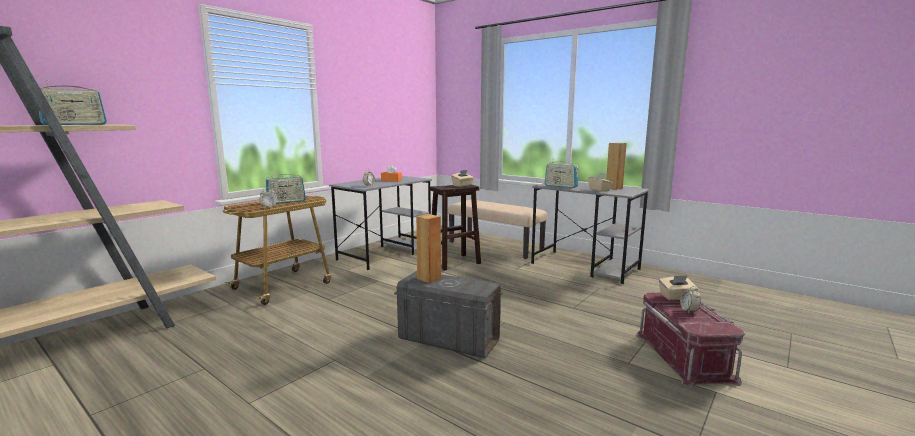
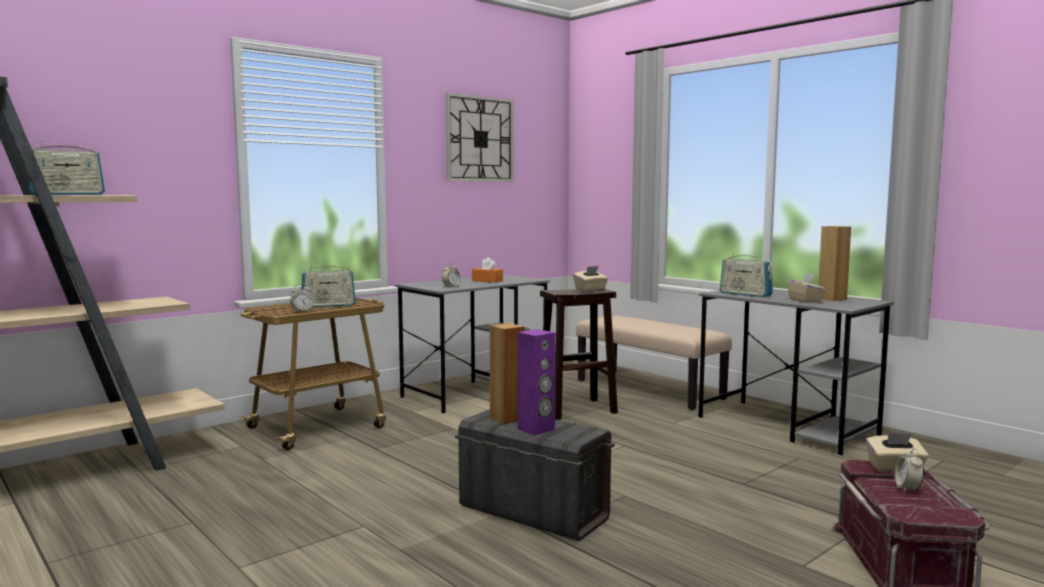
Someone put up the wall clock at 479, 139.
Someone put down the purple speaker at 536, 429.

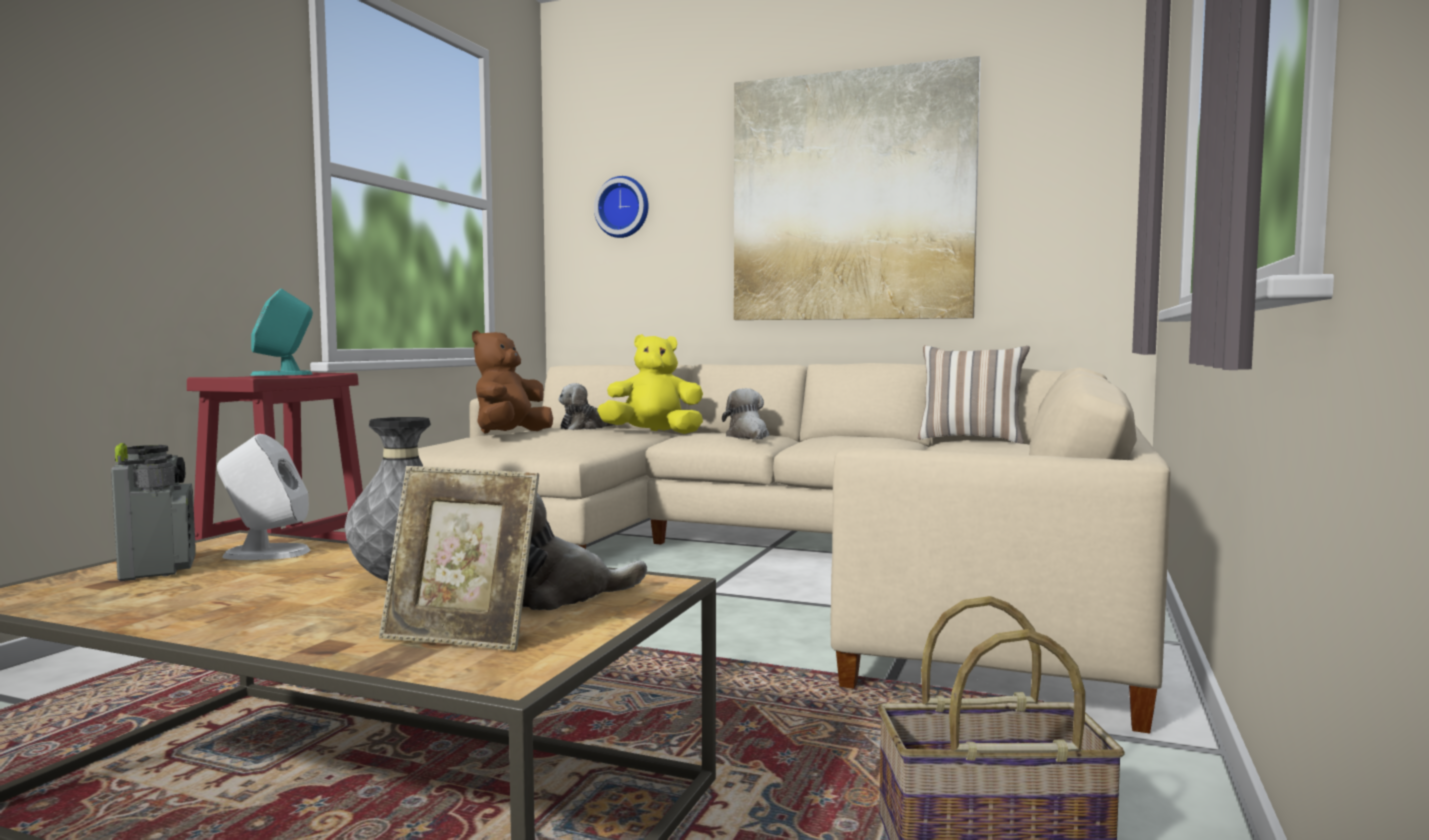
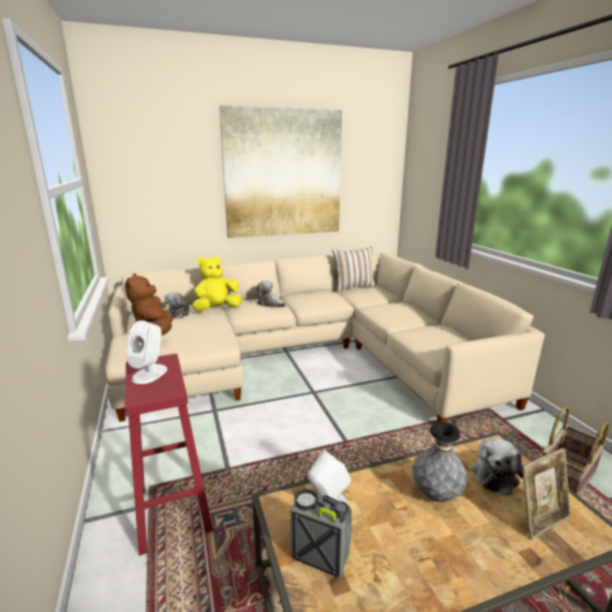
Someone repainted the turquoise speaker at 283, 374, which became the white speaker at 150, 373.
Someone took away the wall clock at 623, 207.

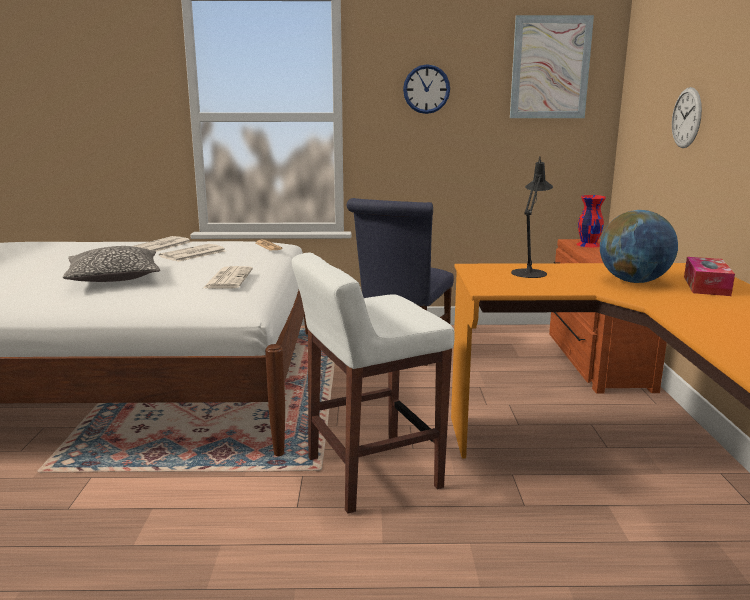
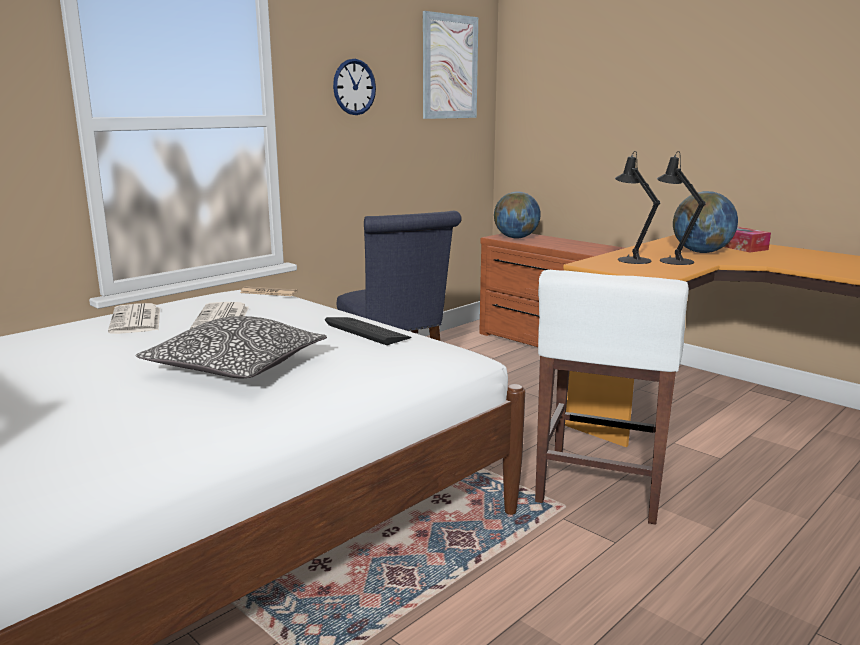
Someone swapped the newspaper at 228, 279 for the keyboard at 367, 331.
Someone swapped the red vase at 588, 244 for the globe at 516, 238.
Someone took away the wall clock at 686, 118.
Someone put down the black table lamp at 673, 260.

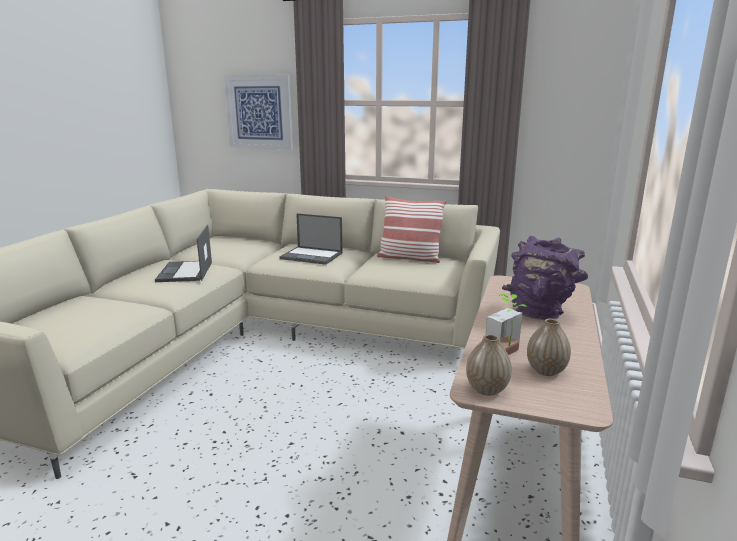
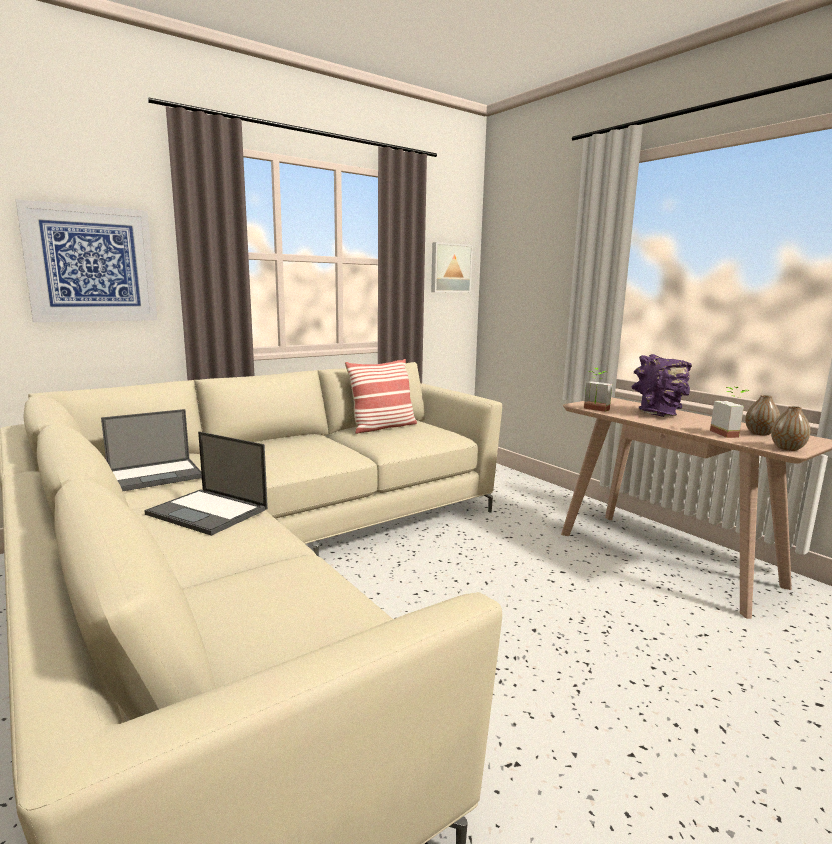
Someone carried the laptop from 312, 256 to 156, 475.
Someone put up the picture at 450, 268.
Someone put down the potted plant at 594, 410.

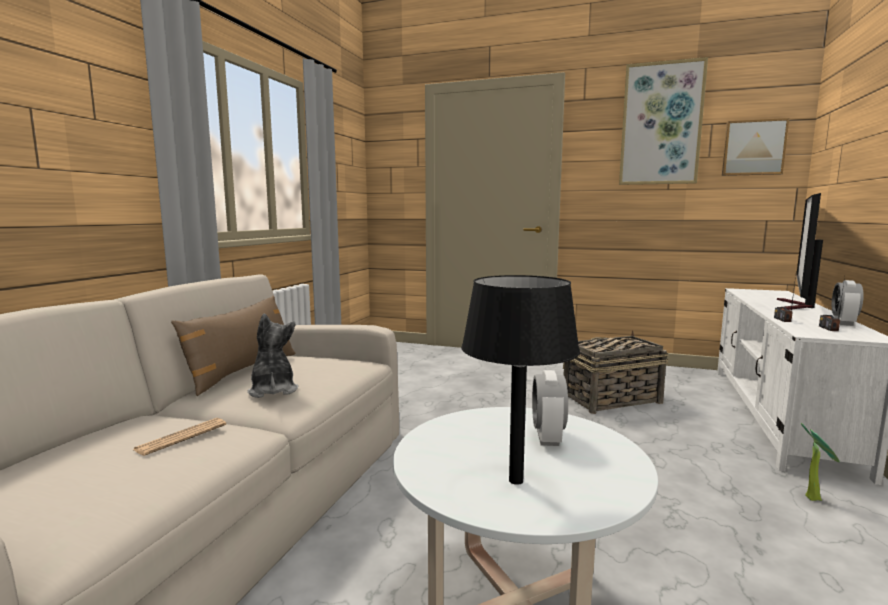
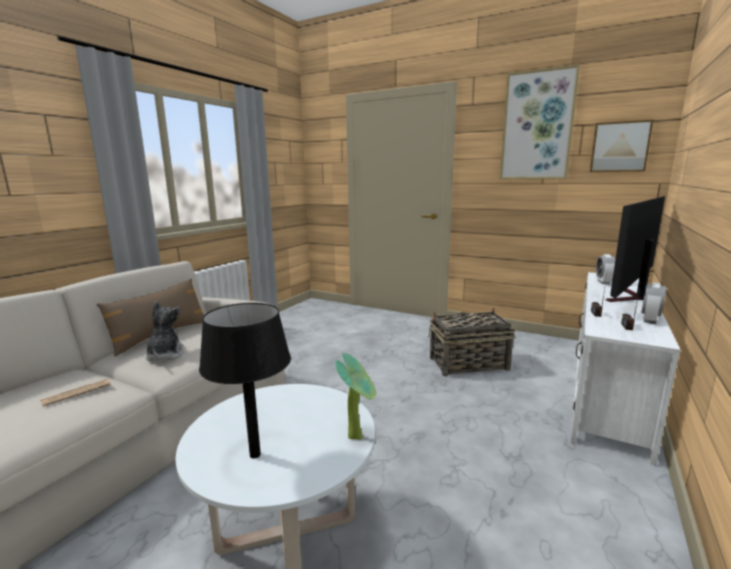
Someone carried the alarm clock from 547, 437 to 603, 282.
Someone carried the potted plant from 813, 497 to 357, 435.

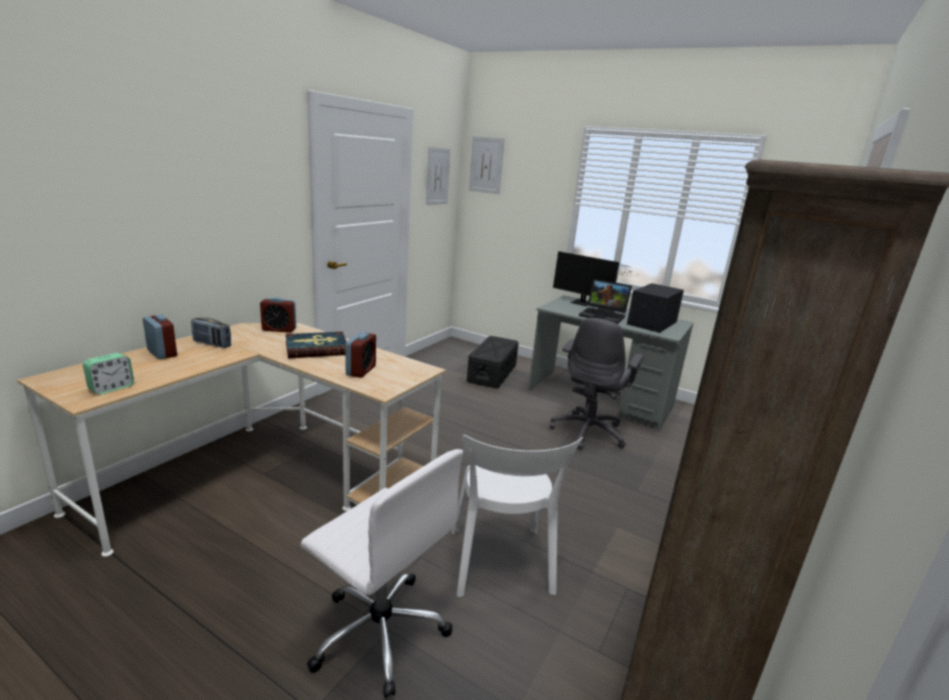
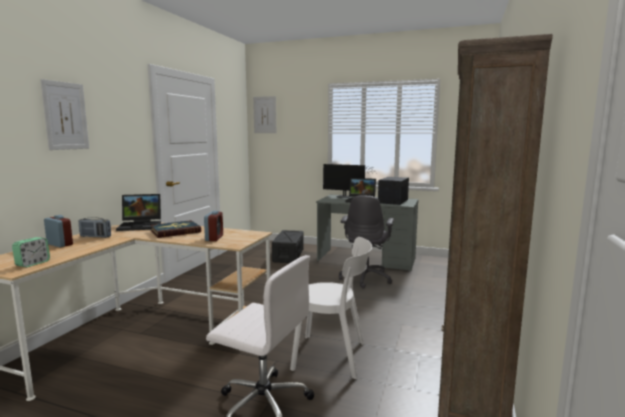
Someone swapped the alarm clock at 279, 329 for the laptop at 141, 225.
Someone carried the picture from 437, 176 to 65, 116.
Someone rotated the white chair at 501, 565 by 60 degrees counterclockwise.

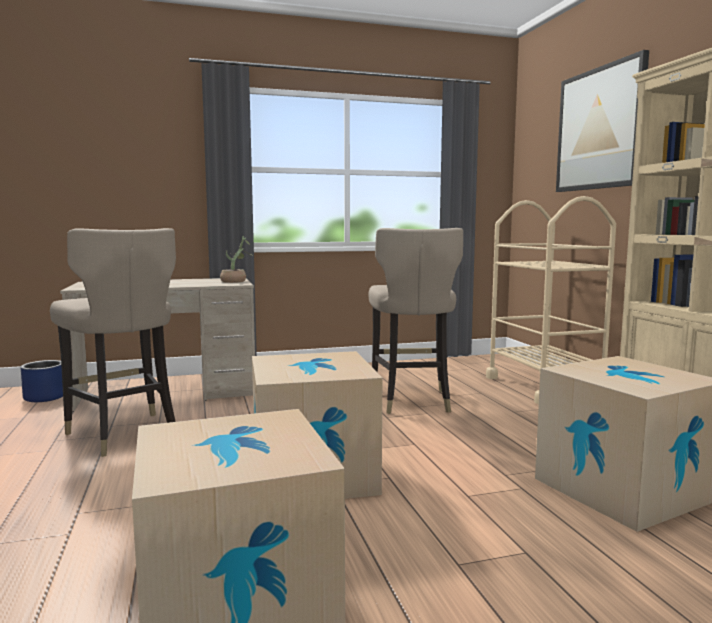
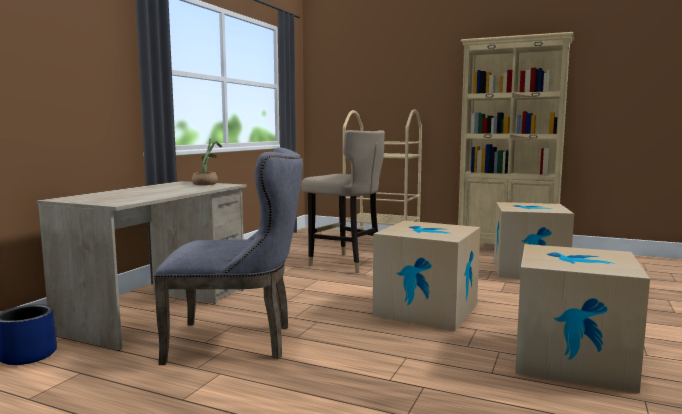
Someone swapped the beige stool at 124, 434 for the grey chair at 239, 341.
Someone took away the picture at 600, 129.

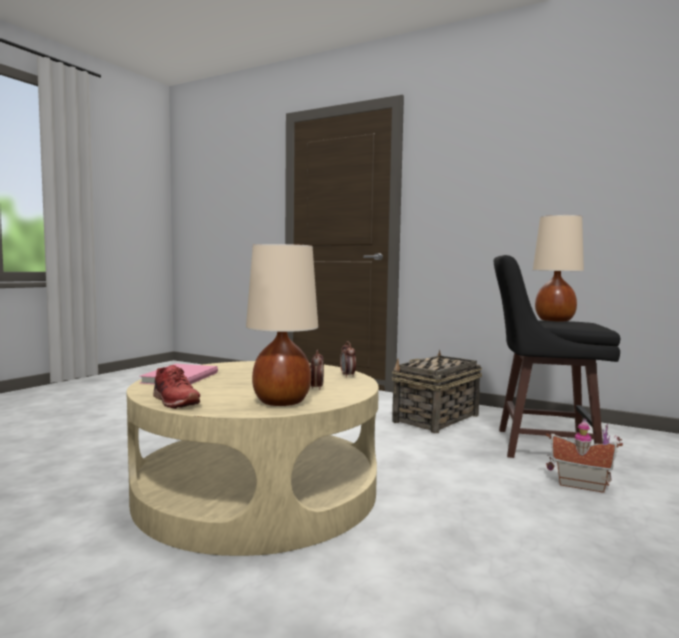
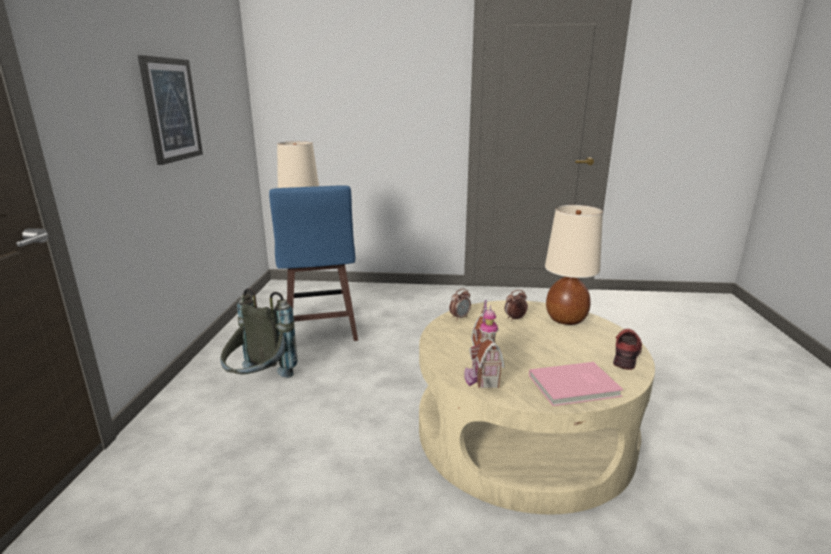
Someone swapped the basket at 435, 419 for the grey backpack at 260, 383.
Someone repainted the black stool at 542, 446, which became the blue stool at 320, 330.
Someone carried the toy house from 580, 483 to 480, 376.
Someone put up the picture at 171, 110.

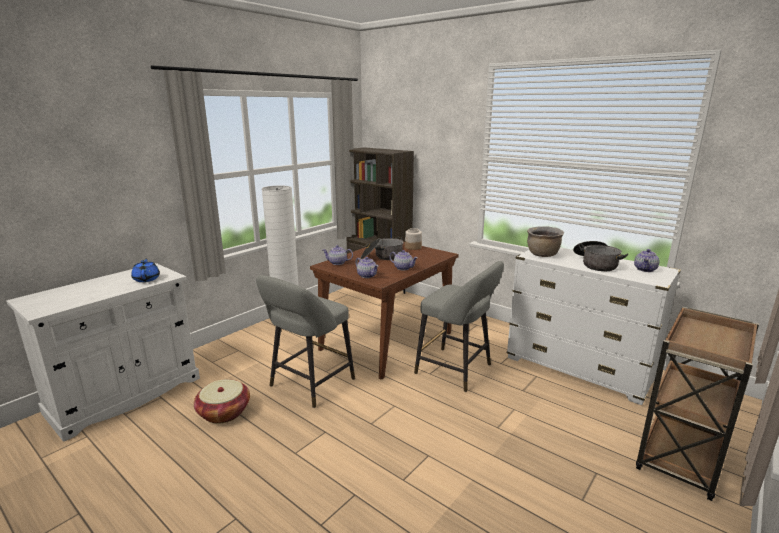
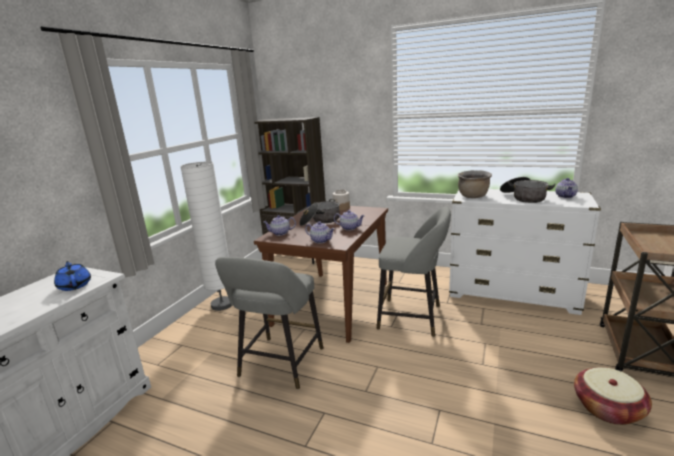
Someone carried the basket from 224, 412 to 608, 408.

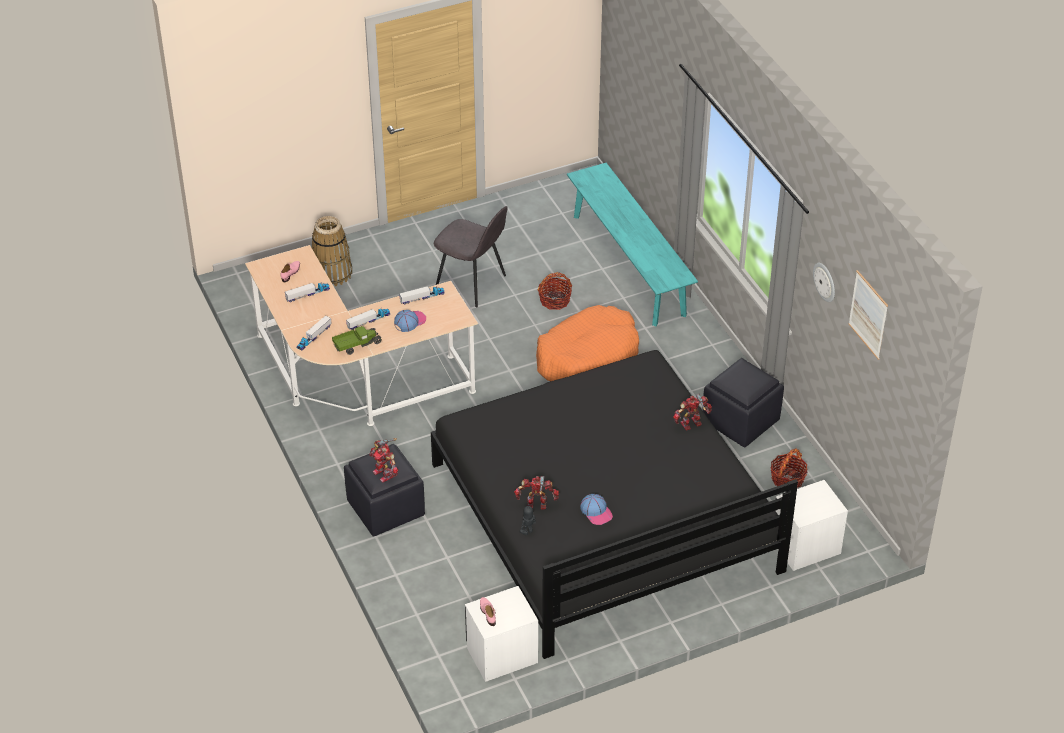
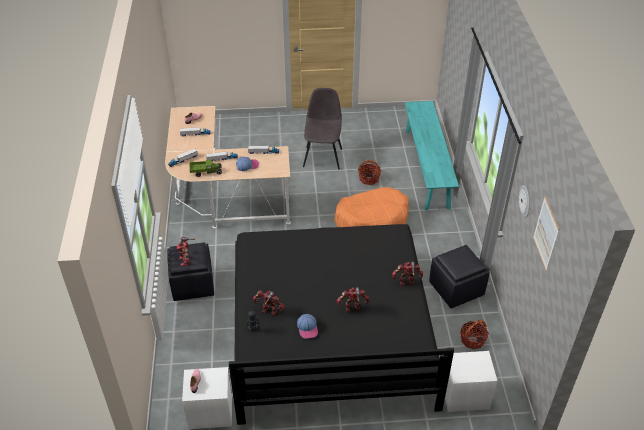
Someone took away the basket at 332, 273.
Someone rotated the grey chair at 472, 284 by 135 degrees counterclockwise.
Someone put down the toy robot at 352, 308.

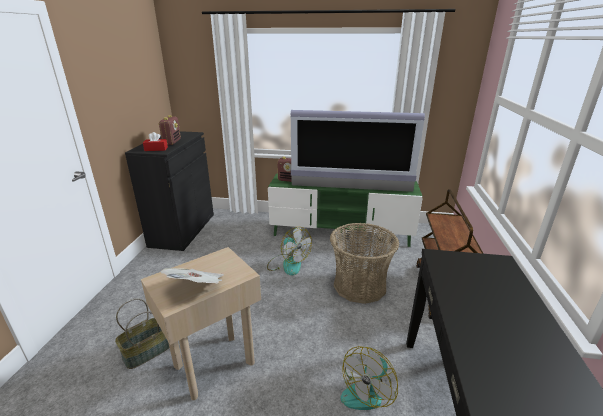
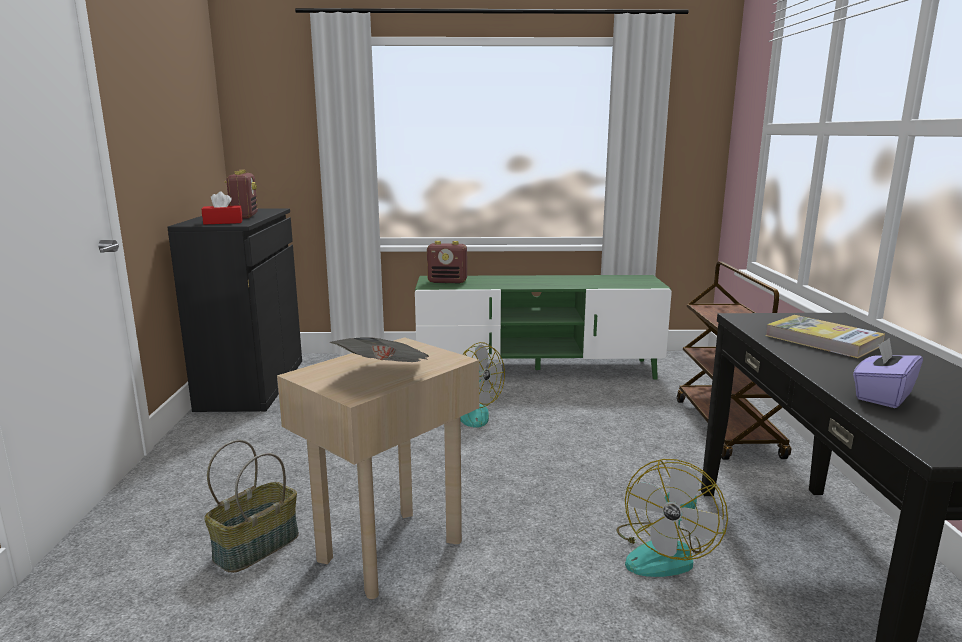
Someone took away the television at 351, 188.
Someone took away the basket at 359, 285.
Someone put down the book at 823, 340.
Someone put down the purple tissue box at 882, 396.

